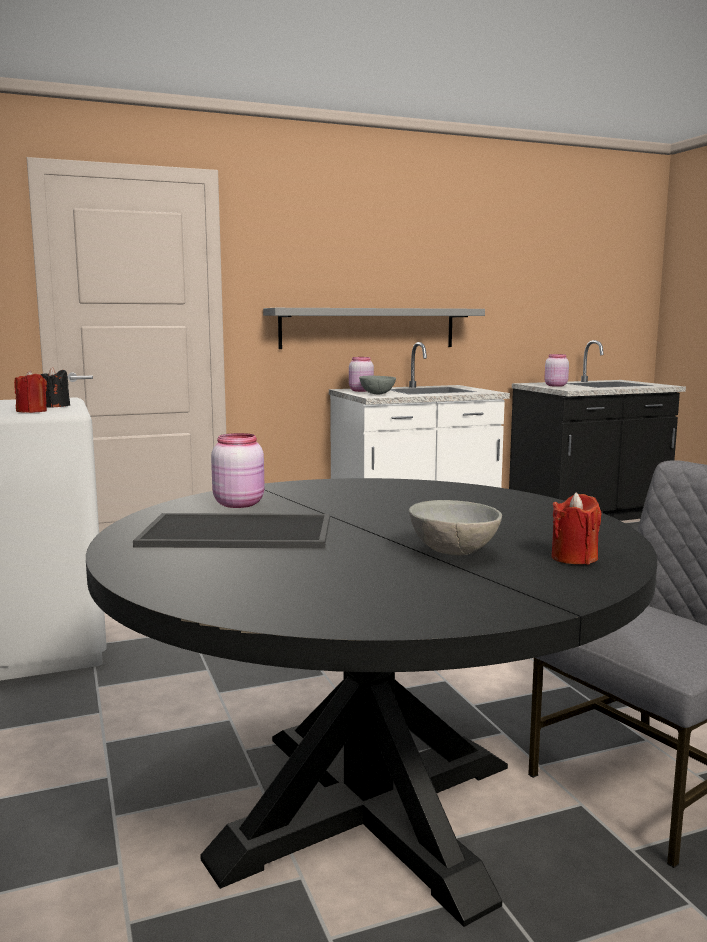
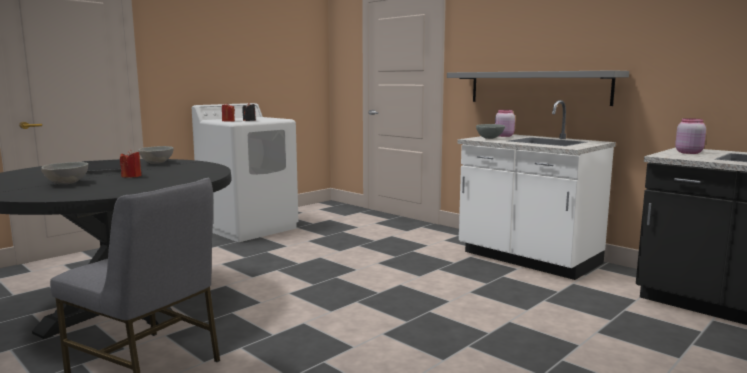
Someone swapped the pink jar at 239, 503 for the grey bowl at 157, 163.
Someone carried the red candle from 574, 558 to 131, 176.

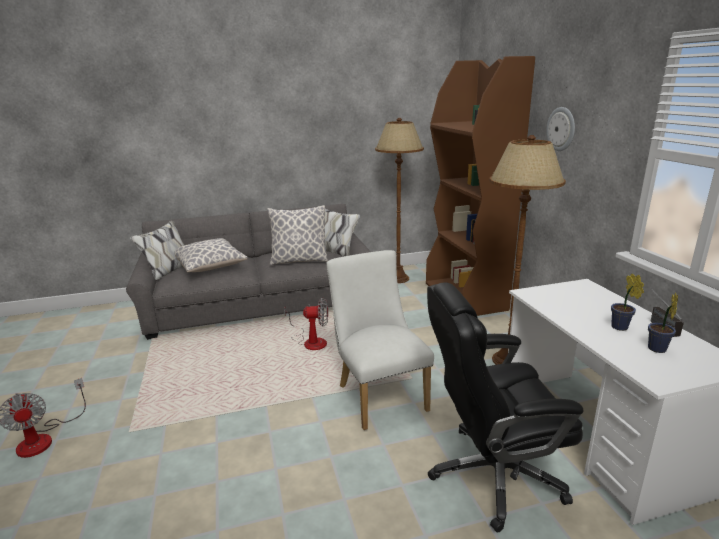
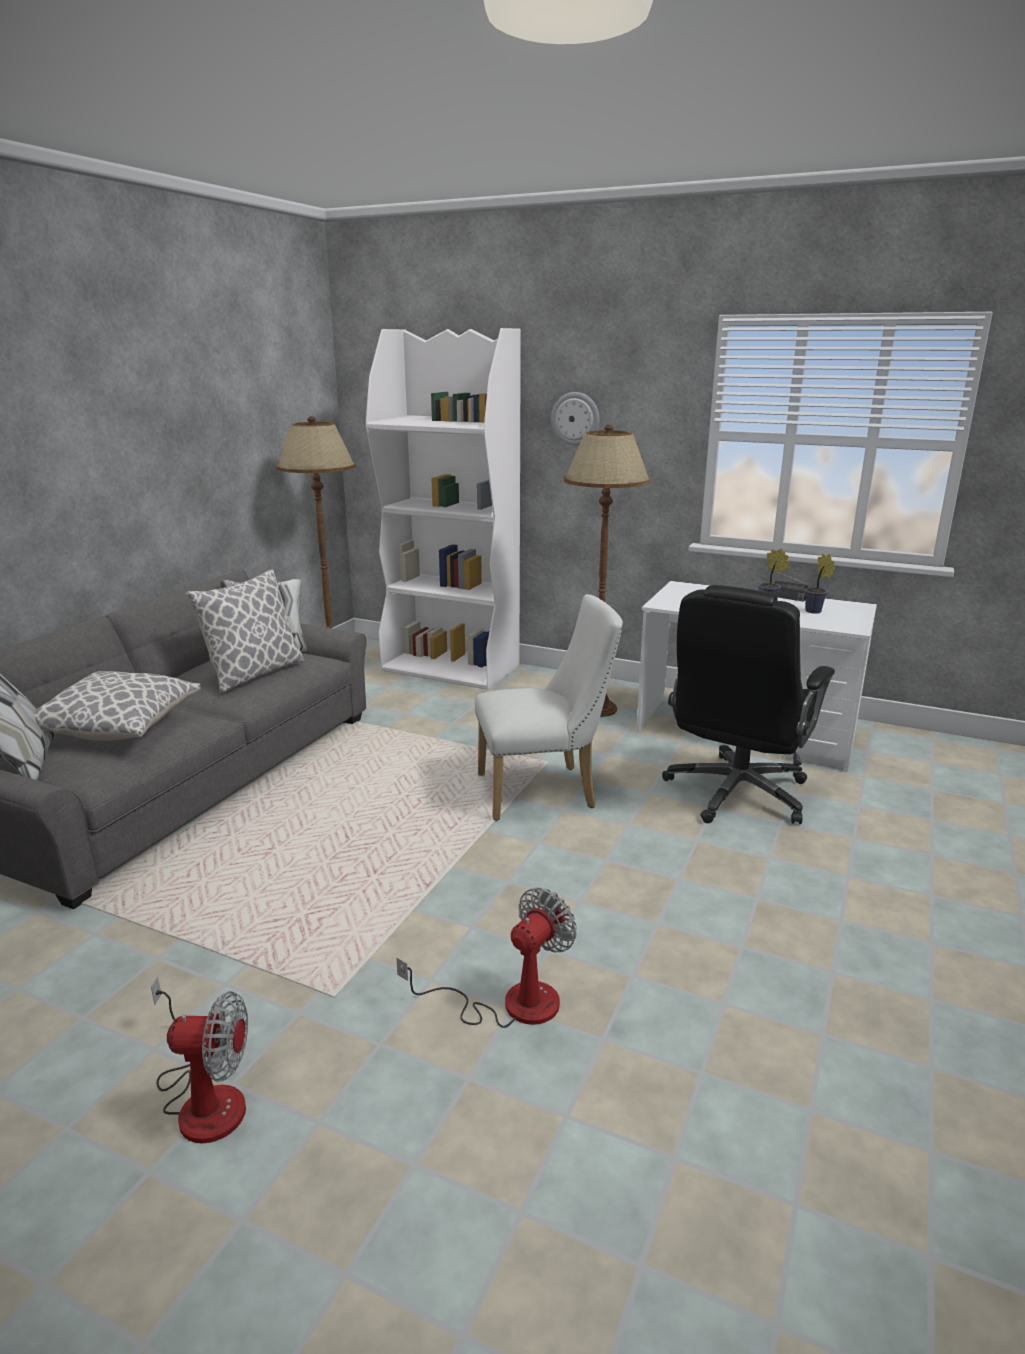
Someone carried the fan from 310, 341 to 510, 1003.
Someone rotated the white chair at 378, 394 by 150 degrees clockwise.
Someone repainted the brown bookcase at 465, 296, which became the white bookcase at 452, 668.

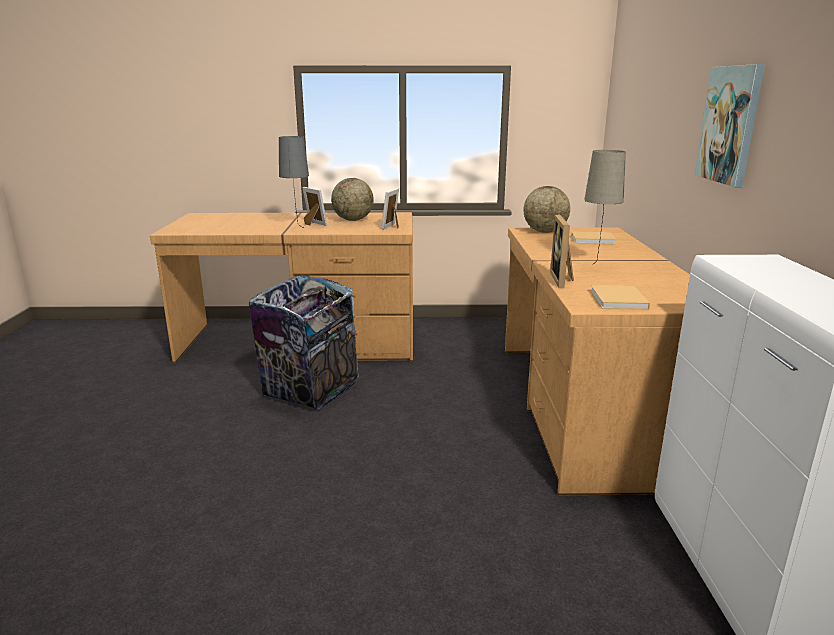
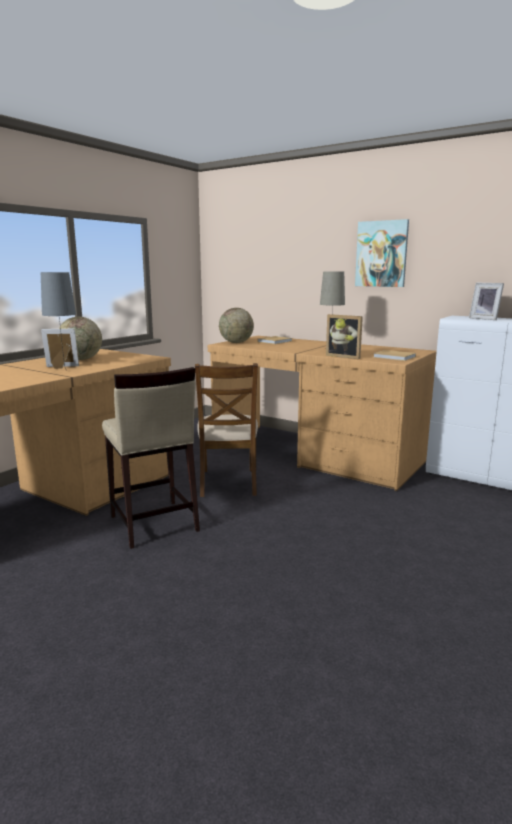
Someone swapped the trash can at 310, 391 for the beige stool at 153, 524.
Someone carried the picture frame from 393, 227 to 485, 319.
Someone put down the brown chair at 228, 482.

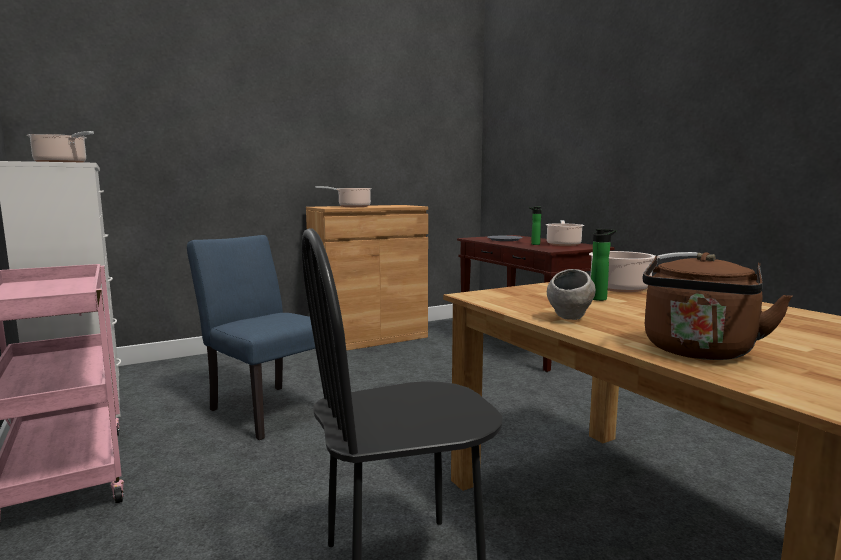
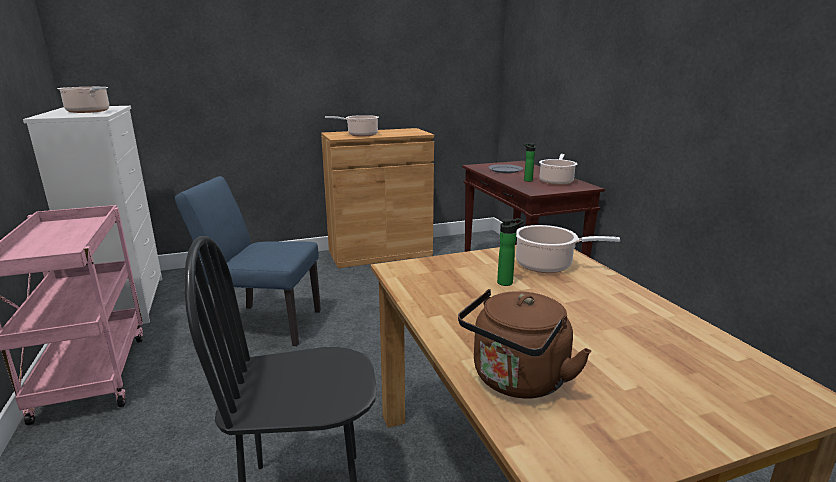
Someone rotated the blue chair at 266, 408 by 45 degrees counterclockwise.
Someone took away the grey bowl at 569, 319.

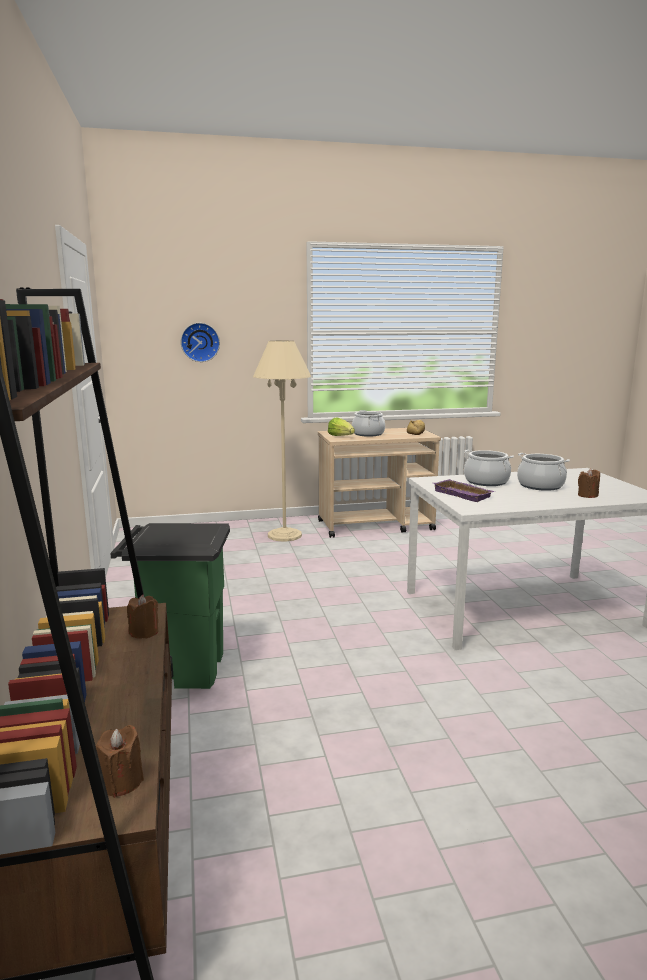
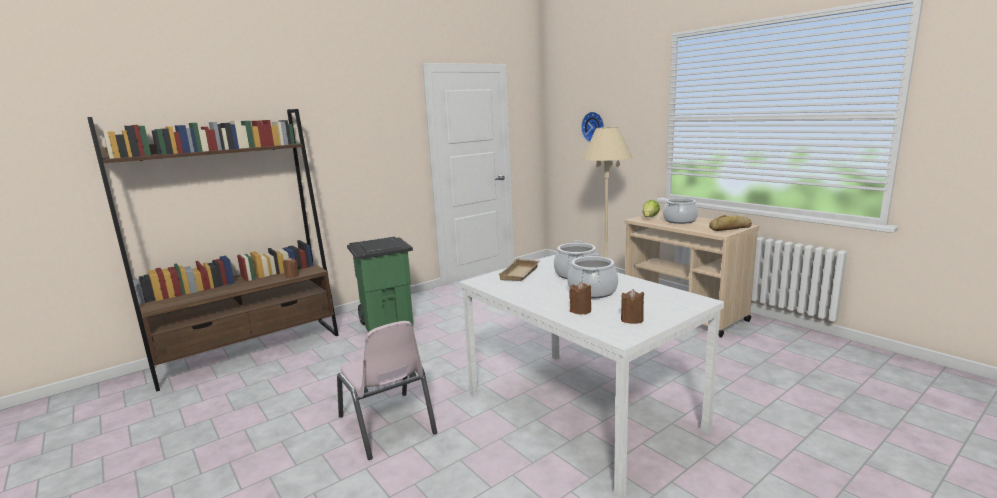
Someone carried the brown candle from 121, 782 to 632, 320.
Someone repainted the purple tray at 464, 494, which became the beige tray at 521, 274.
Someone put down the pink chair at 387, 425.

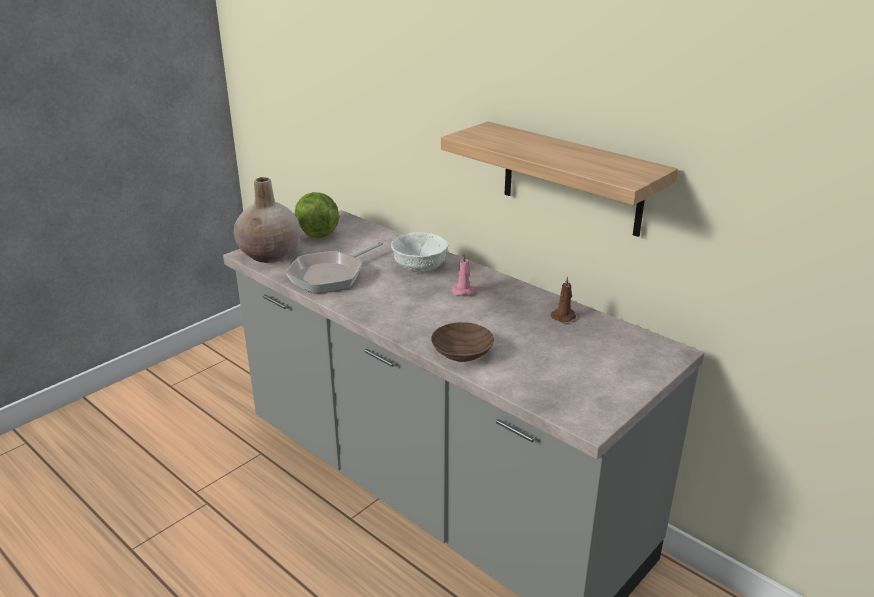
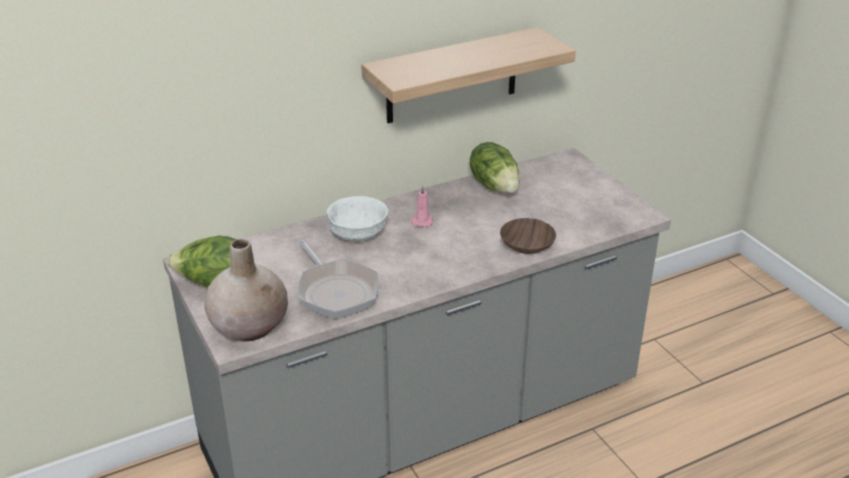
Someone swapped the brown candle at 564, 316 for the lettuce at 495, 185.

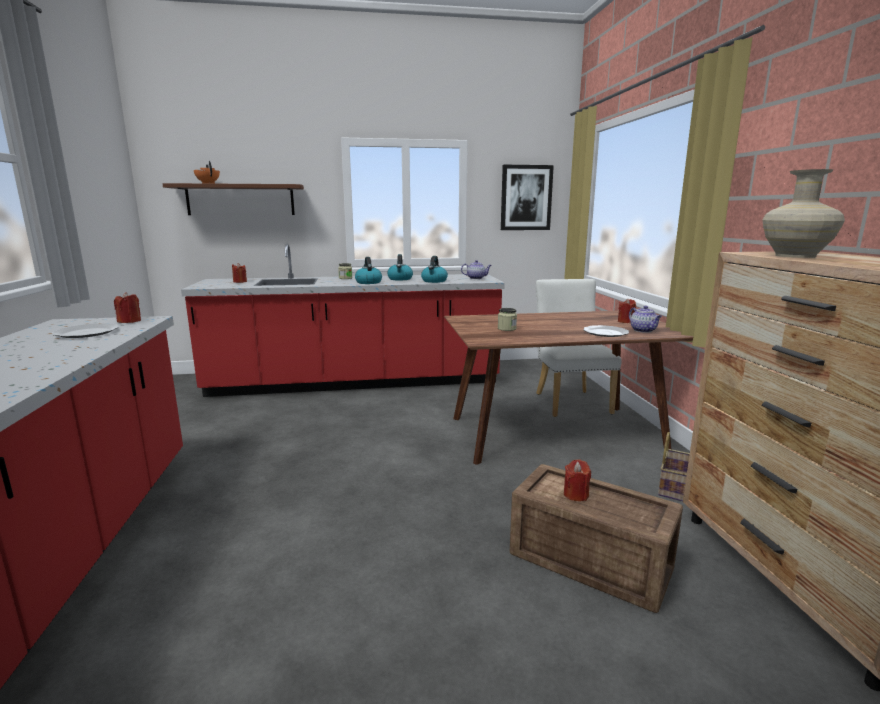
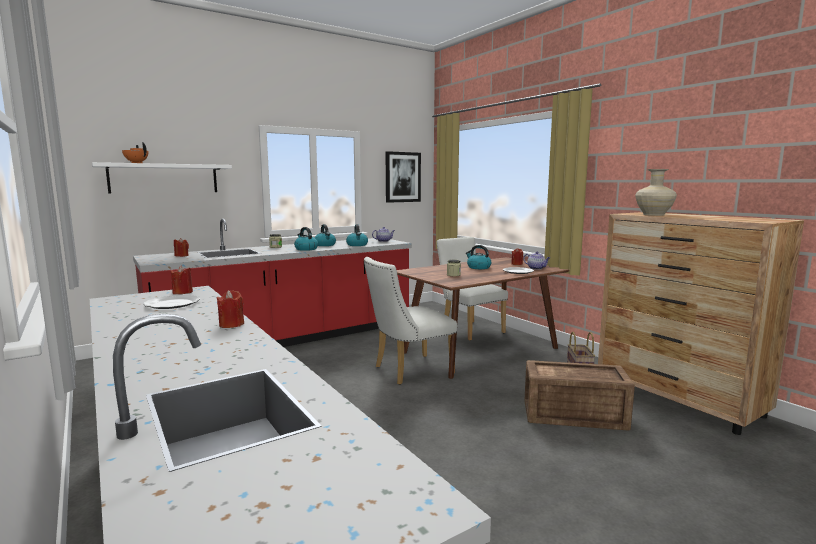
Someone repainted the brown shelf at 240, 200, which became the white shelf at 164, 178.
Someone carried the red candle from 576, 494 to 231, 324.
Someone put down the white chair at 408, 371.
Someone put down the kettle at 478, 267.

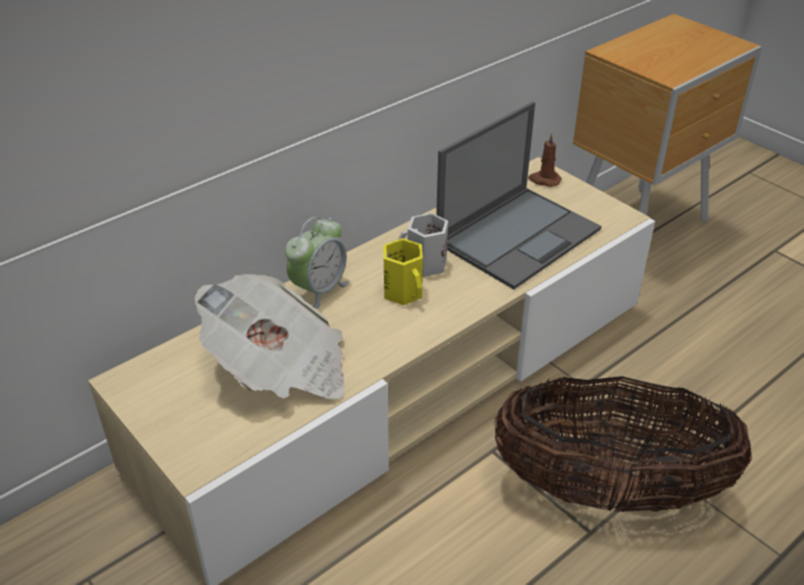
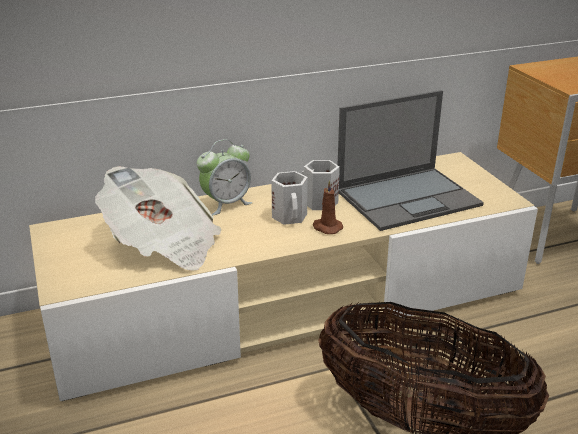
Someone repainted the yellow mug at 405, 291, which became the white mug at 291, 216.
Someone carried the brown candle from 544, 180 to 326, 227.

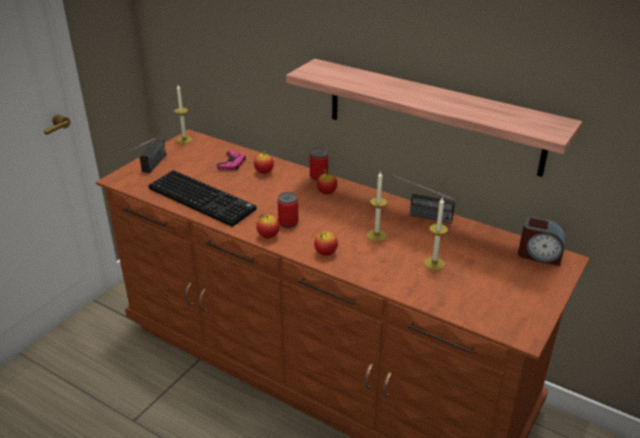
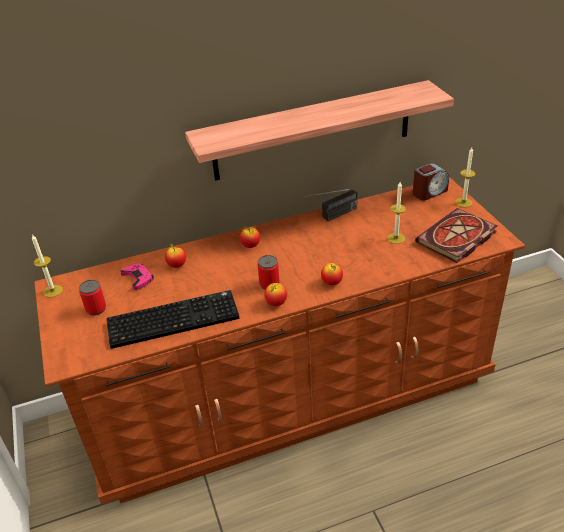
Someone took away the radio at 150, 168.
Someone carried the can from 318, 176 to 96, 309.
Someone carried the candle from 376, 235 to 463, 202.
Someone put down the book at 456, 239.

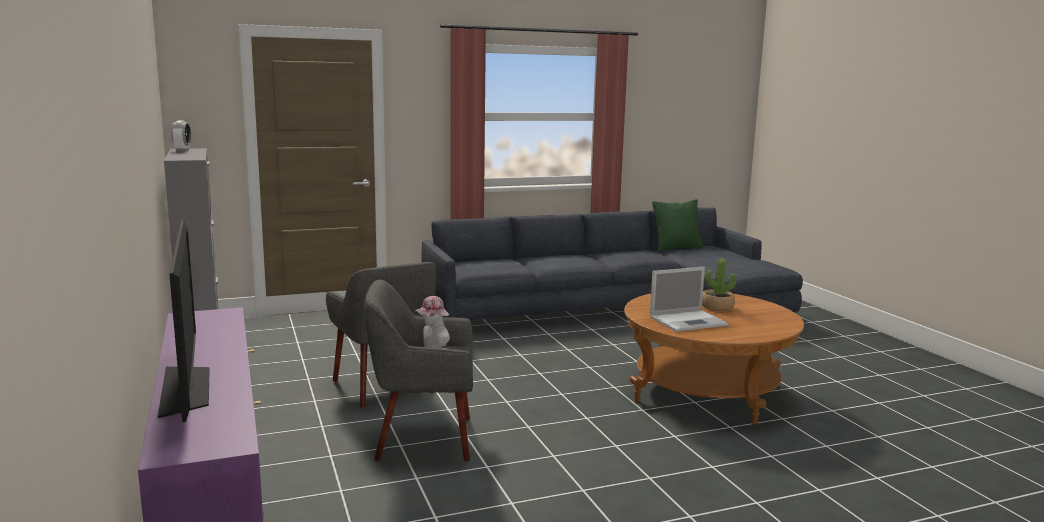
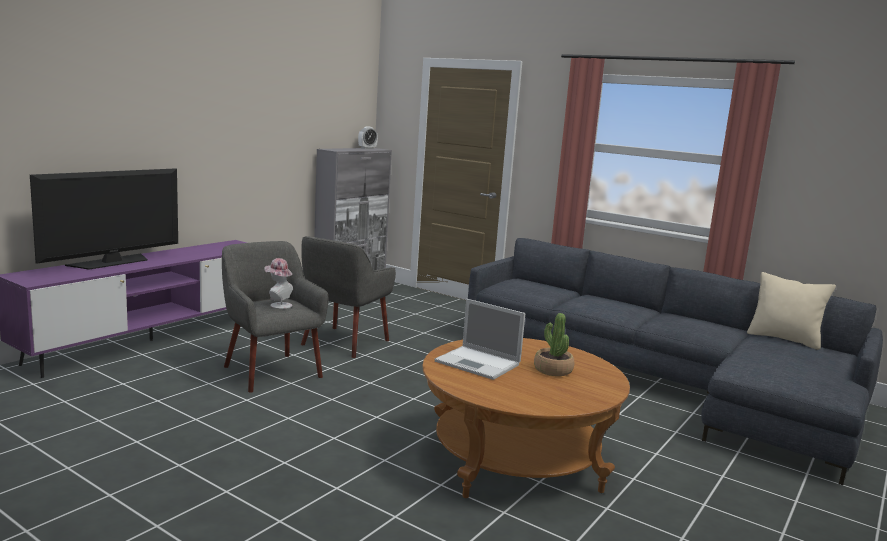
Someone repainted the green pillow at 676, 248, which became the beige pillow at 784, 339.

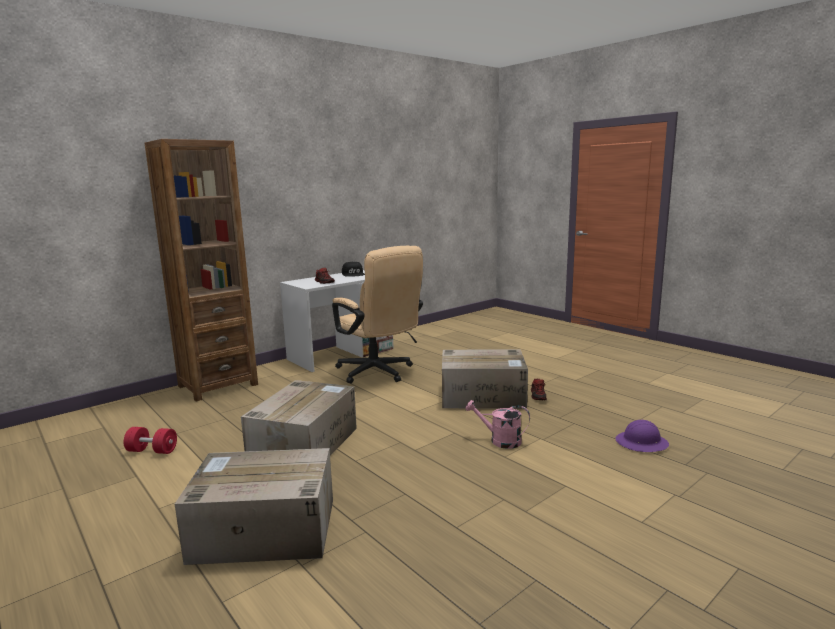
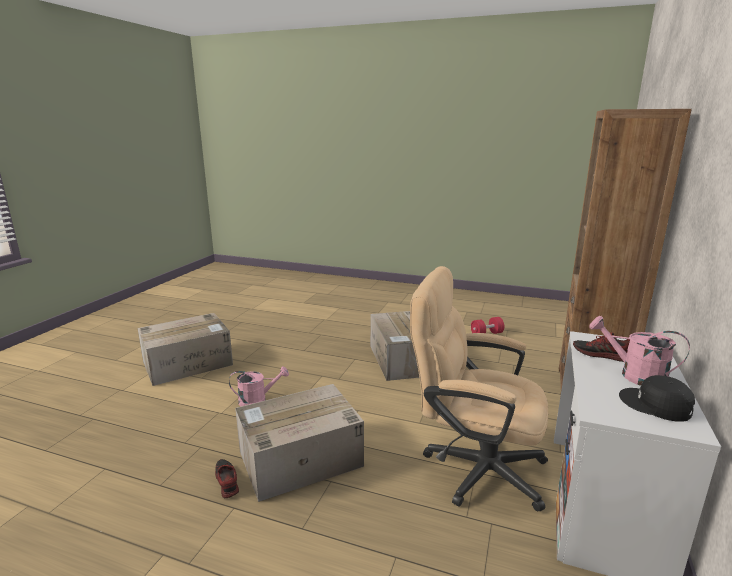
Someone carried the cardboard box from 262, 530 to 189, 363.
Someone took away the purple hard hat at 641, 443.
Someone put down the pink watering can at 634, 375.

